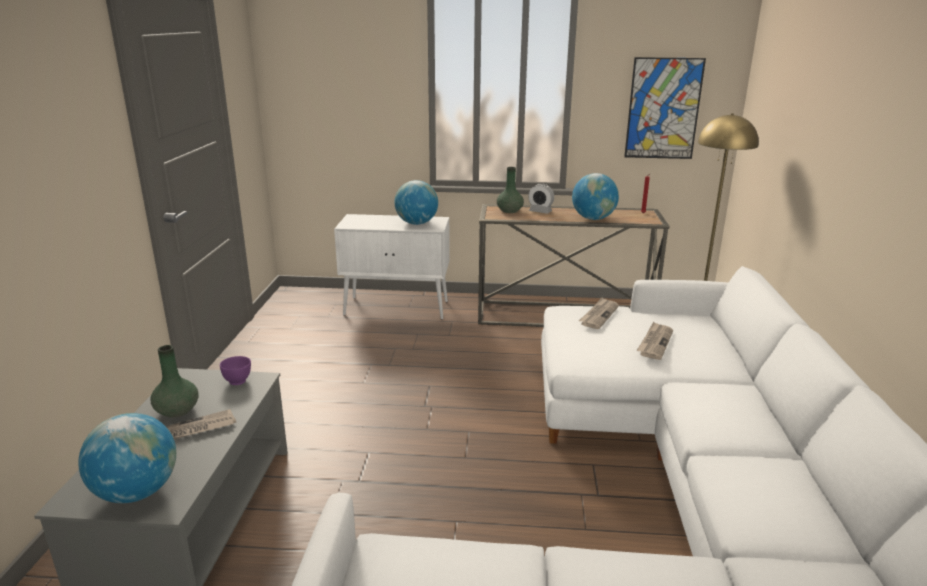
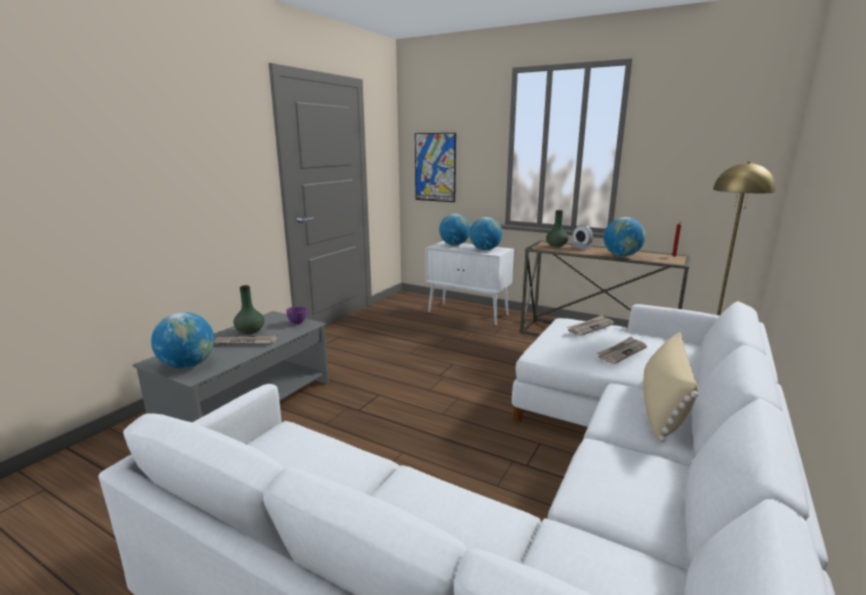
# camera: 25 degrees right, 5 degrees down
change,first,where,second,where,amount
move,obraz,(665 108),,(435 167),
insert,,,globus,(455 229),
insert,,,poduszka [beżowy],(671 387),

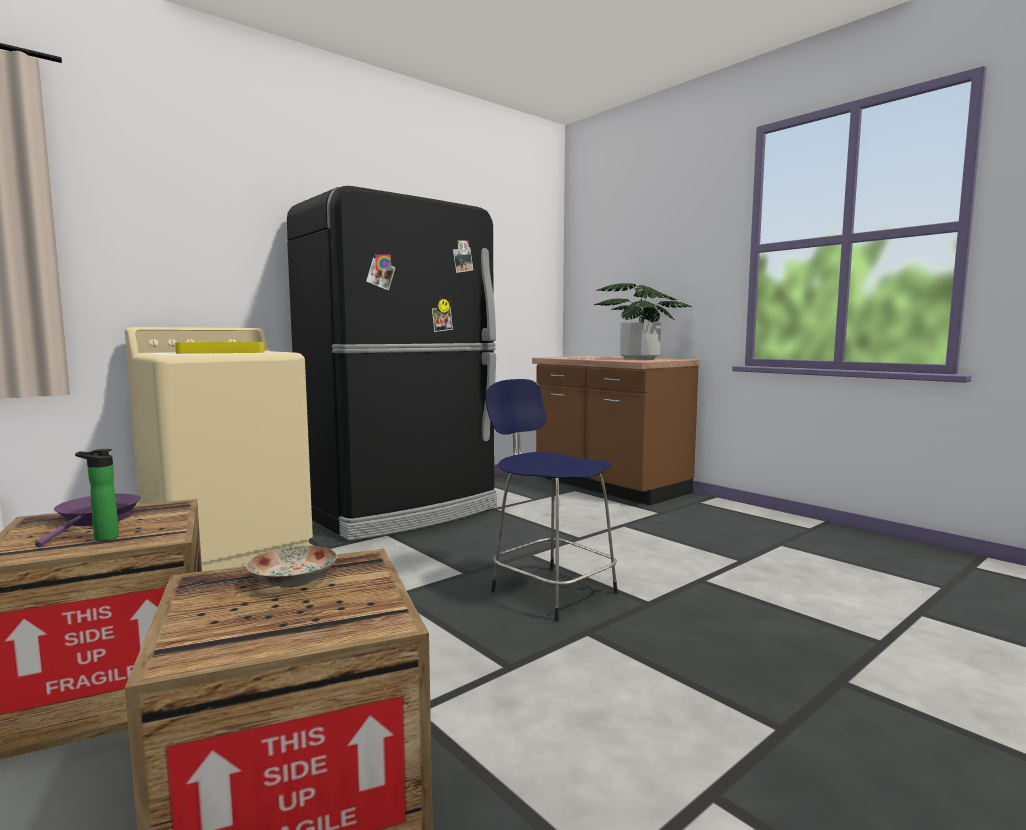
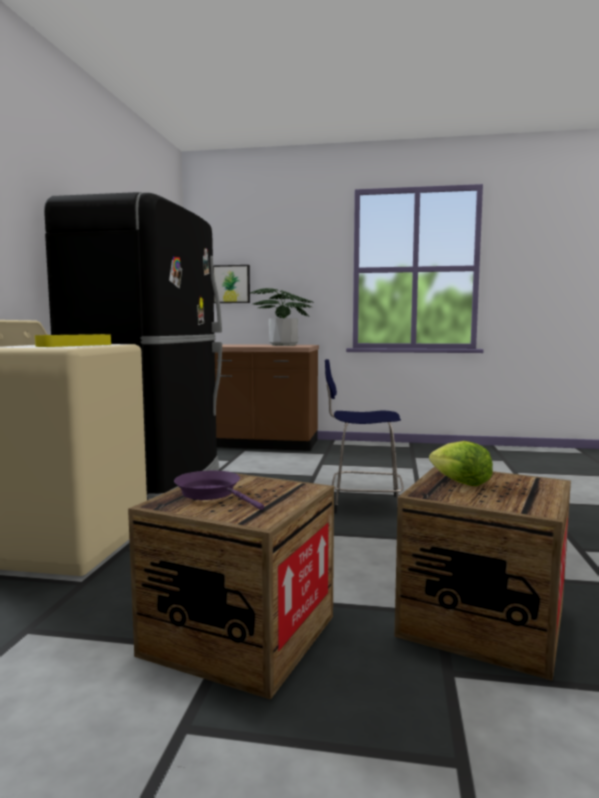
# camera: 40 degrees left, 0 degrees up
change,first,where,second,where,amount
delete,butelka,(97 495),,,
replace,talerz,(291 567),sałata,(461 463),
insert,,,obraz,(231 284),

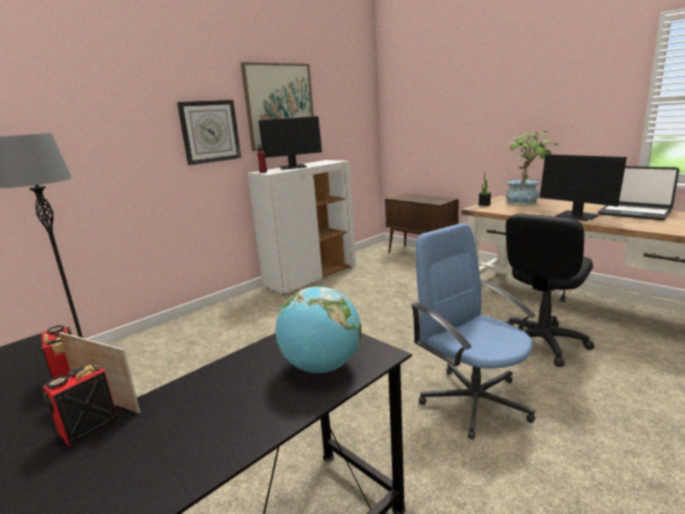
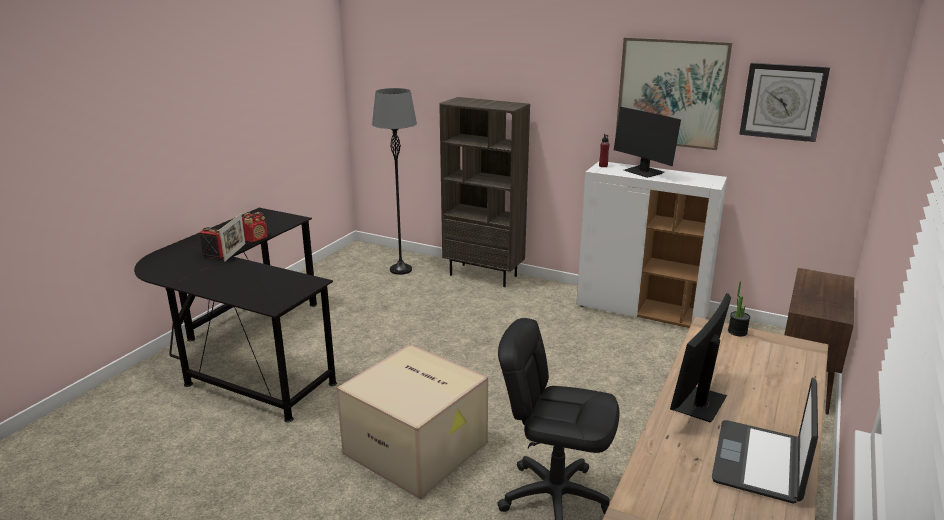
# camera: 70 degrees right, 5 degrees up
change,first,where,second,where,amount
move,zegar ścienny,(209 132),,(784 102),
delete,roślina doniczkowa,(532 168),,,
replace,krzesło biurowe [niebieski],(473 331),karton,(412 421),
delete,globus,(319 329),,,
insert,,,regał [brązowy],(484 192),

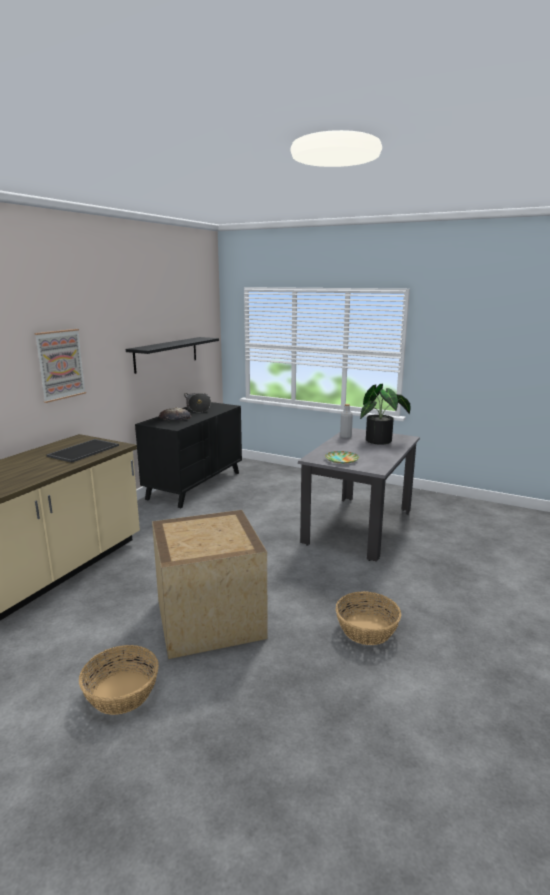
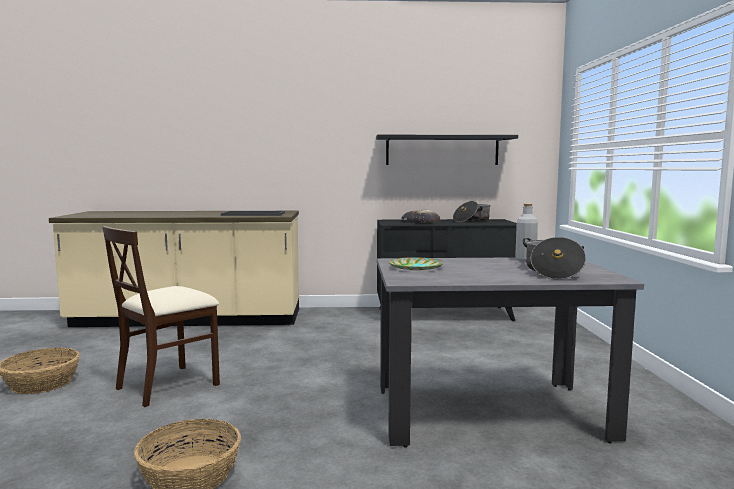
# camera: 60 degrees right, 10 degrees down
change,first,where,second,where,amount
delete,obraz,(60 366),,,
replace,roślina doniczkowa,(385 414),garnek,(554 258),
replace,skrzynka,(210 584),krzesło [beżowy],(161 316),

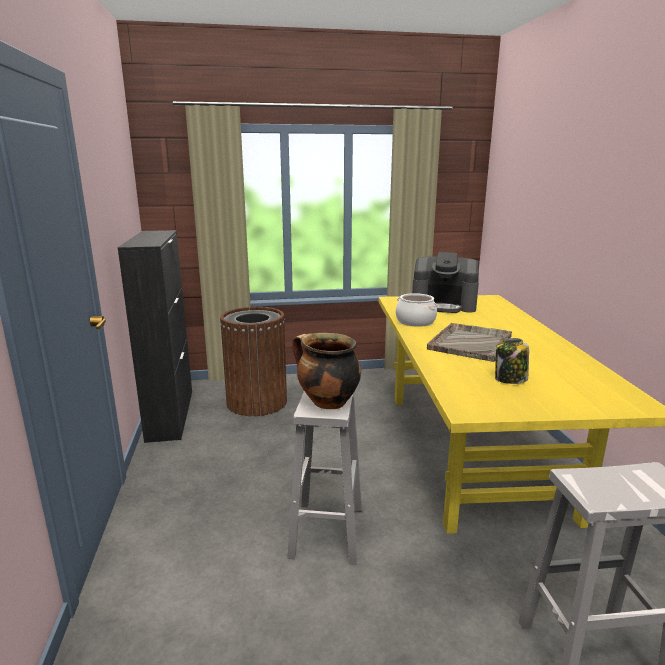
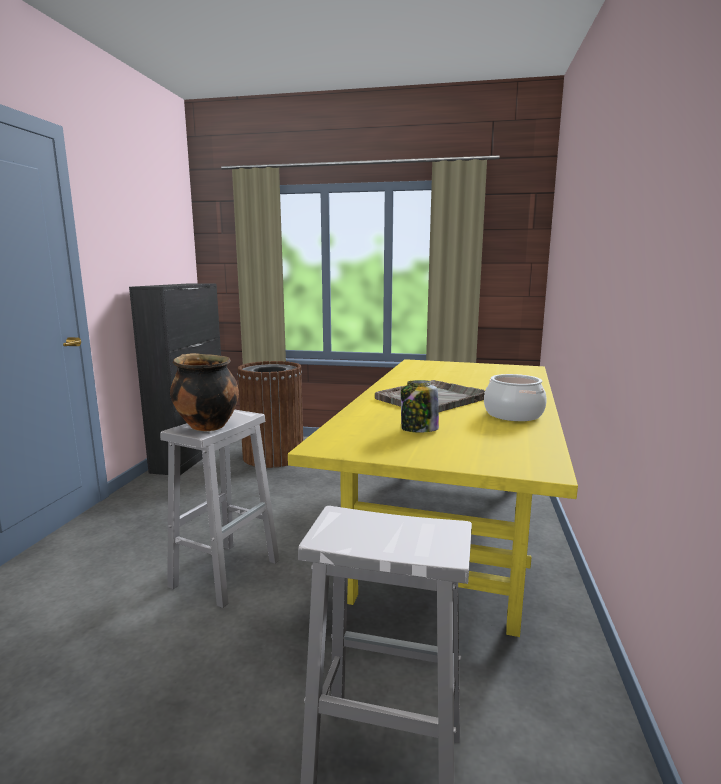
# camera: 20 degrees right, 5 degrees down
change,first,where,second,where,amount
delete,ekspres do kawy,(445 282),,,
move,garnek,(416 310),,(515 397),

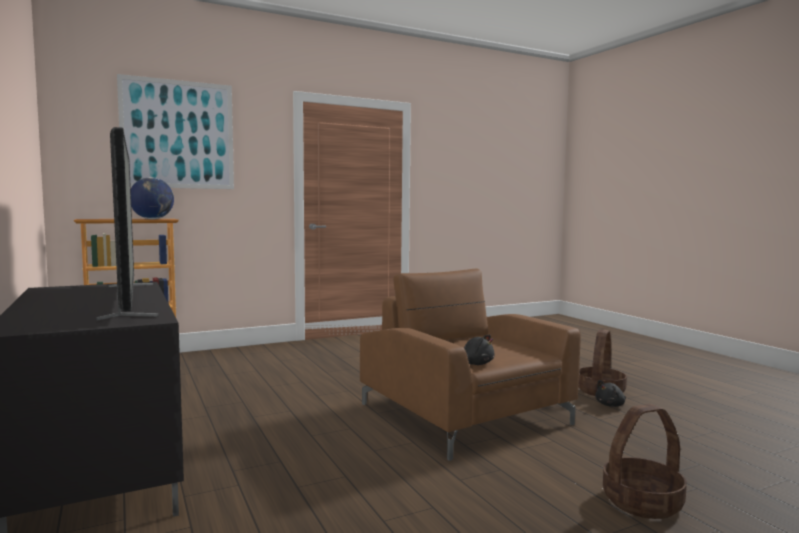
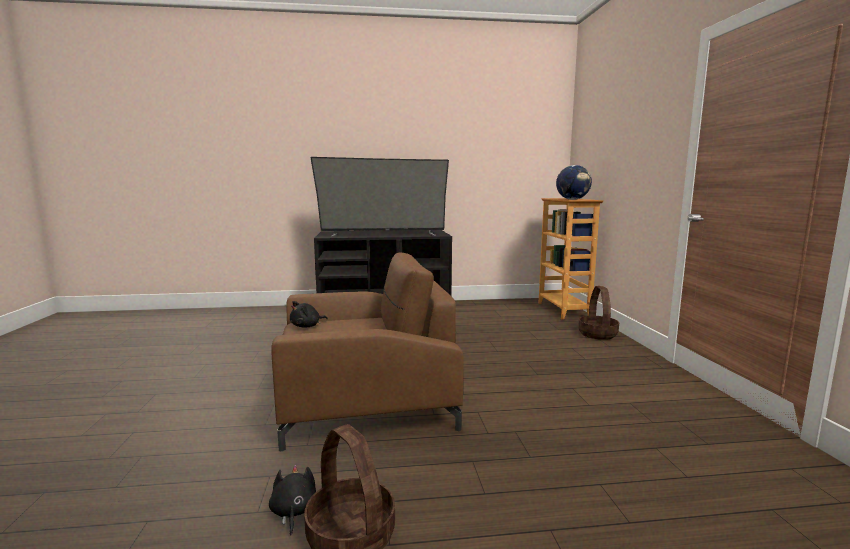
# camera: 110 degrees right, 5 degrees up
change,first,where,second,where,amount
delete,obraz,(175 131),,,
move,koszyk,(645 461),,(598 313),

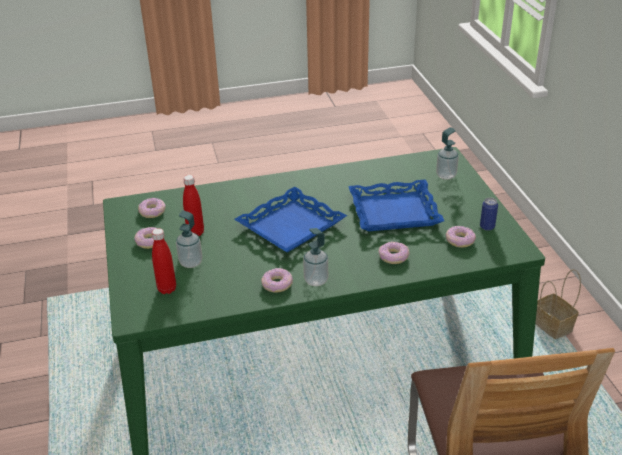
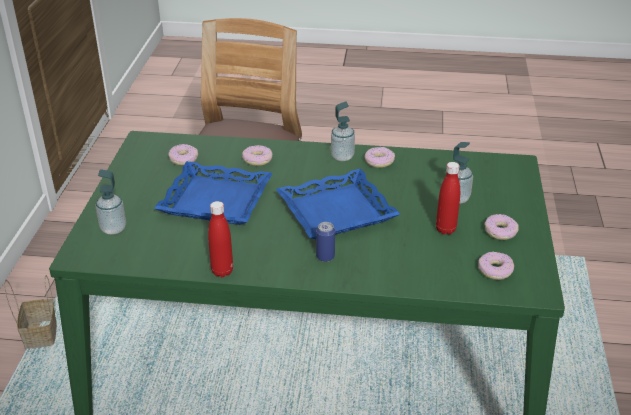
# camera: 160 degrees left, 0 degrees up
change,first,where,second,where,amount
move,puszka,(489 214),,(325 242),
move,butelka [czerwony],(164 261),,(220 239),

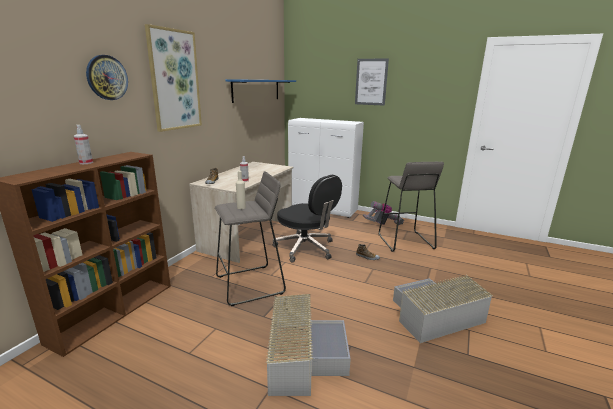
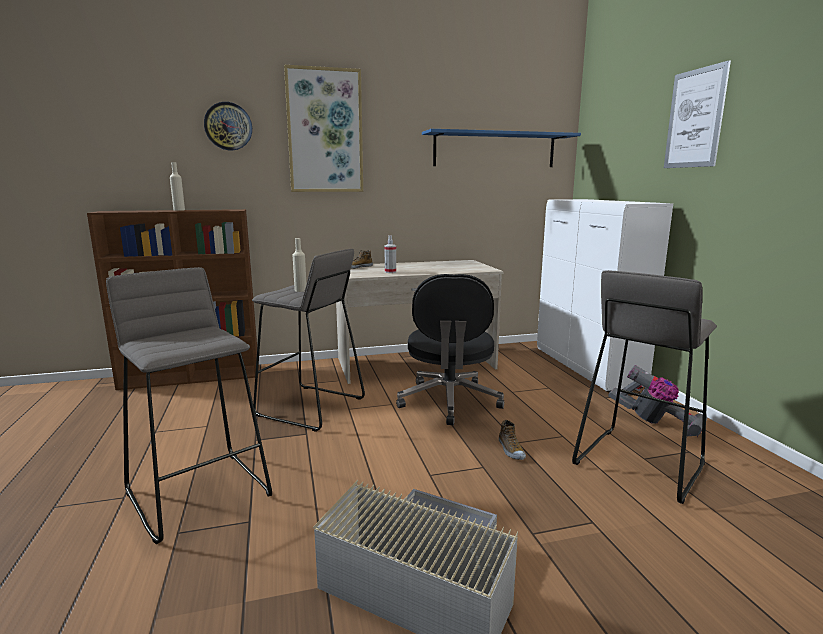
# camera: 50 degrees right, 5 degrees down
change,first,where,second,where,amount
replace,spryskiwacz,(83 144),butelka [beżowy],(177 186),
replace,pojemnik do przechowywania [szary],(308 345),stołek [szary],(189 405),

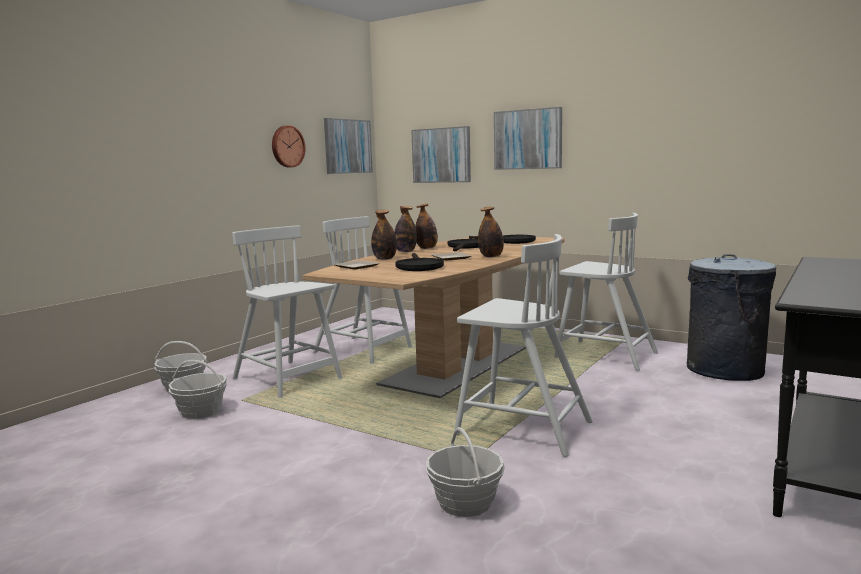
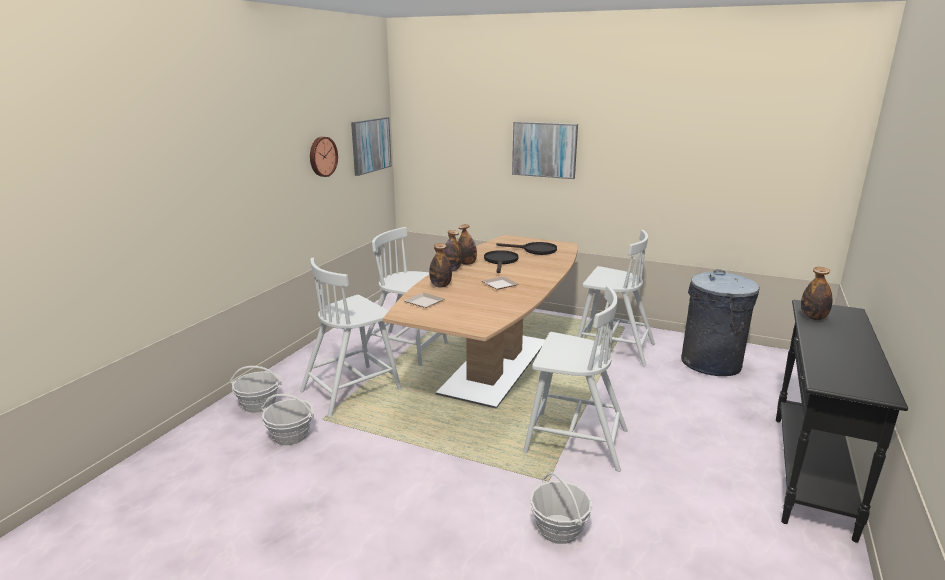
# camera: 10 degrees left, 10 degrees up
change,first,where,second,where,amount
delete,obraz,(441 154),,,
move,butelka,(491 232),,(816 293),
rotate,krzesło [biały],(287 311),,(351 337),75 degrees counterclockwise
delete,patelnia [czarny],(419 262),,,

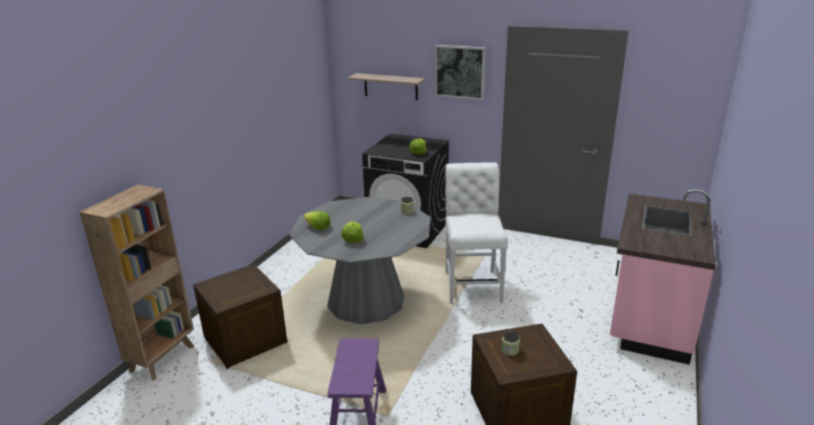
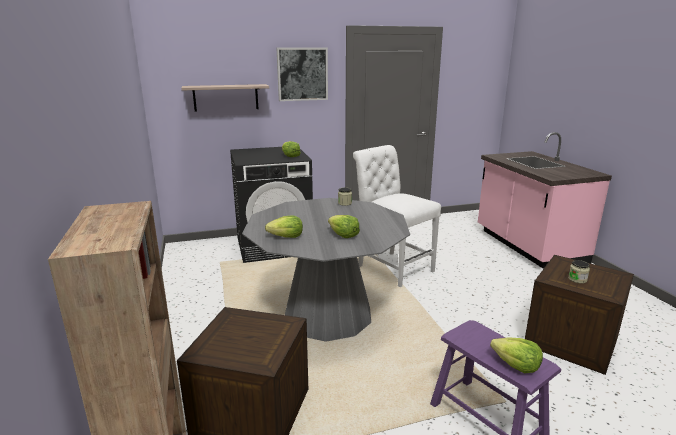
# camera: 40 degrees left, 5 degrees down
change,first,where,second,where,amount
insert,,,sałata,(516 355),

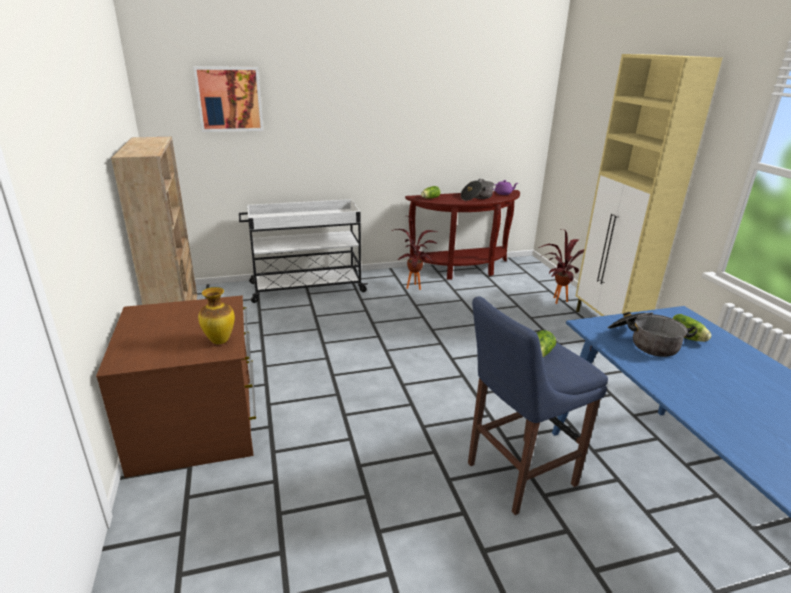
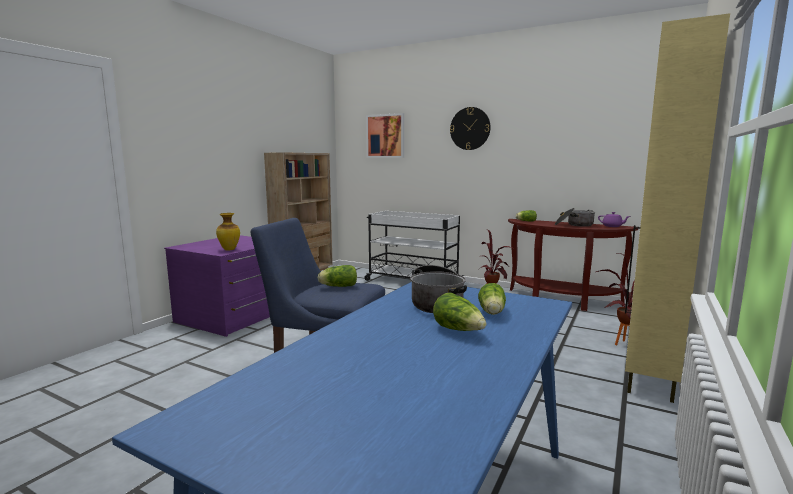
# camera: 45 degrees right, 15 degrees down
change,first,where,second,where,amount
recolor,komoda [brązowy],(176 387),komoda [fioletowy],(217 286),
insert,,,zegar ścienny,(470 128),
insert,,,sałata,(459 311),

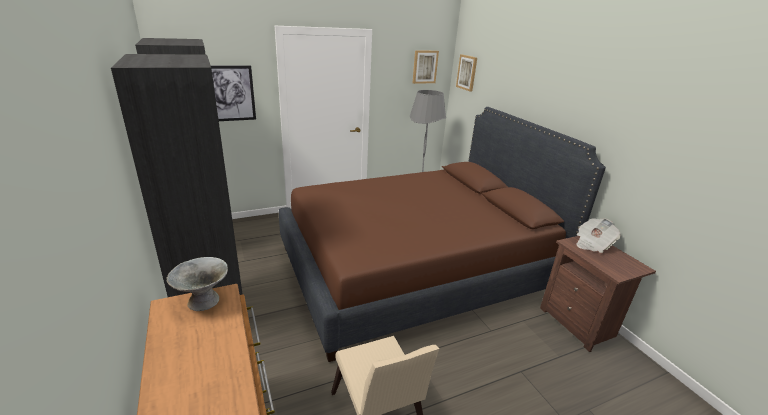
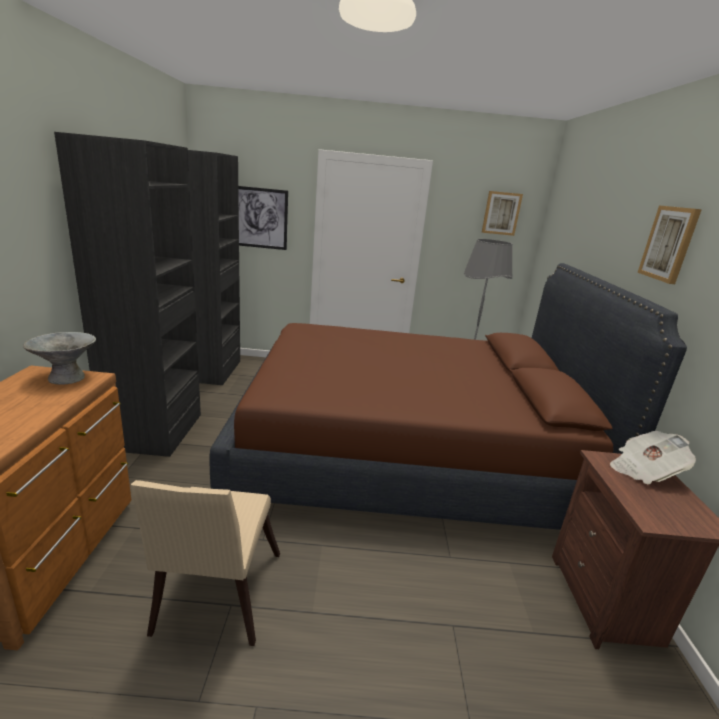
# camera: 25 degrees right, 5 degrees down
change,first,where,second,where,amount
move,obraz,(466 73),,(669 244),

